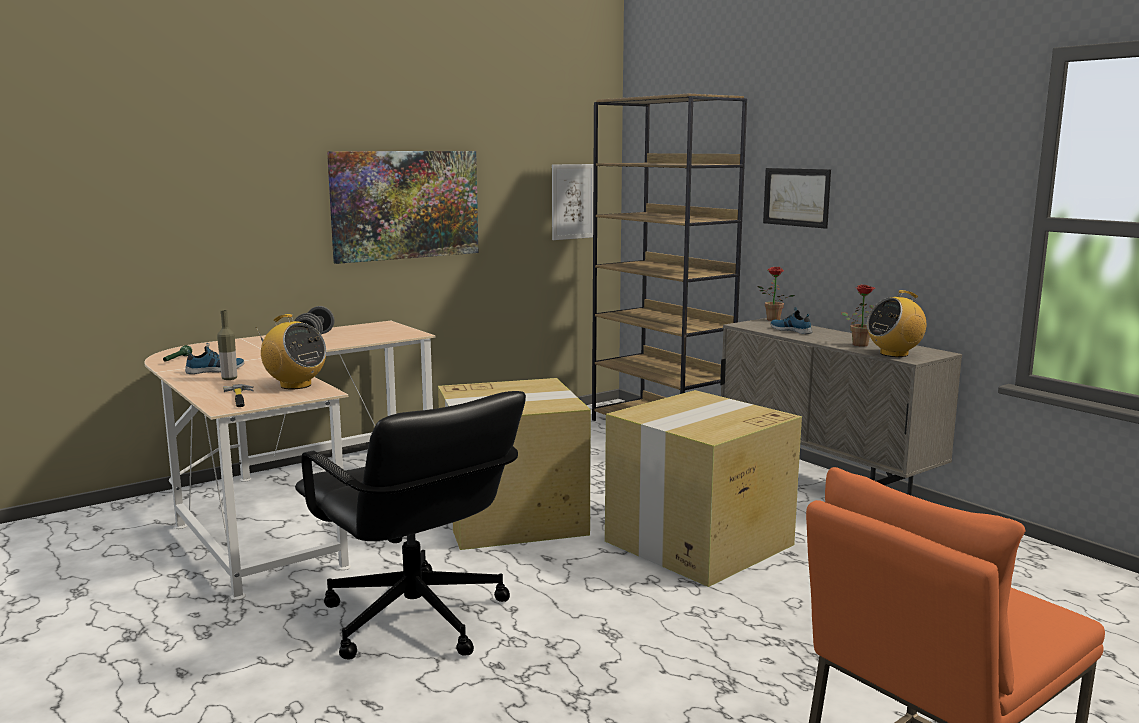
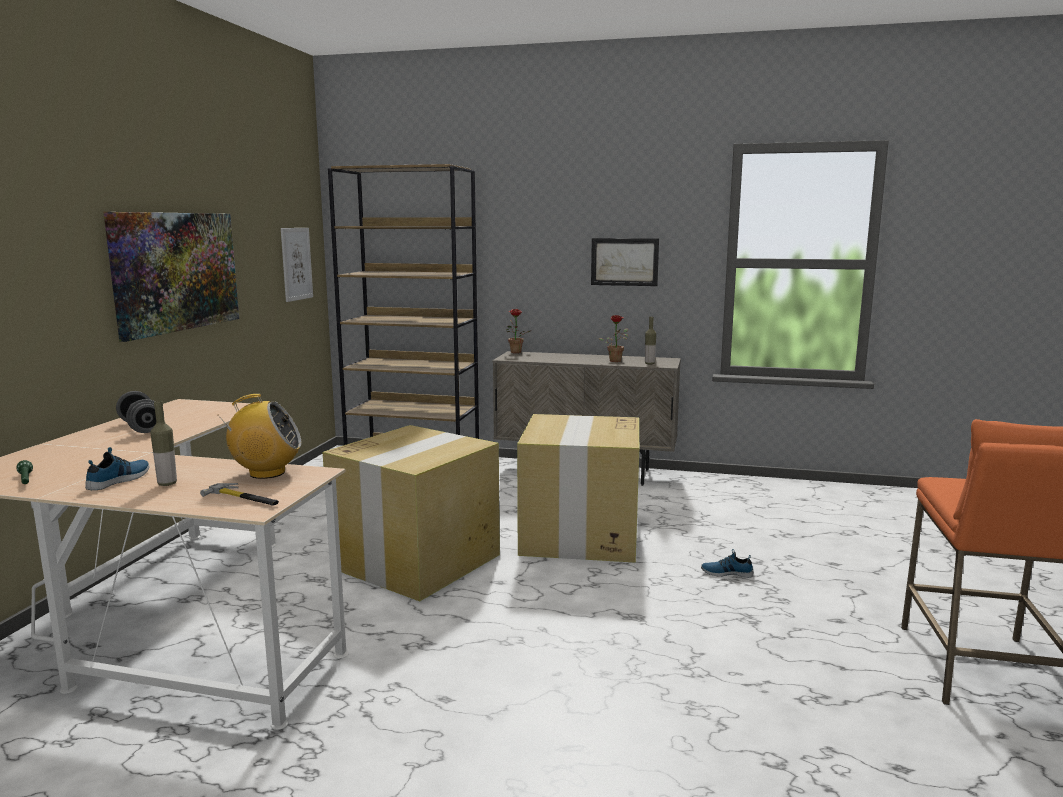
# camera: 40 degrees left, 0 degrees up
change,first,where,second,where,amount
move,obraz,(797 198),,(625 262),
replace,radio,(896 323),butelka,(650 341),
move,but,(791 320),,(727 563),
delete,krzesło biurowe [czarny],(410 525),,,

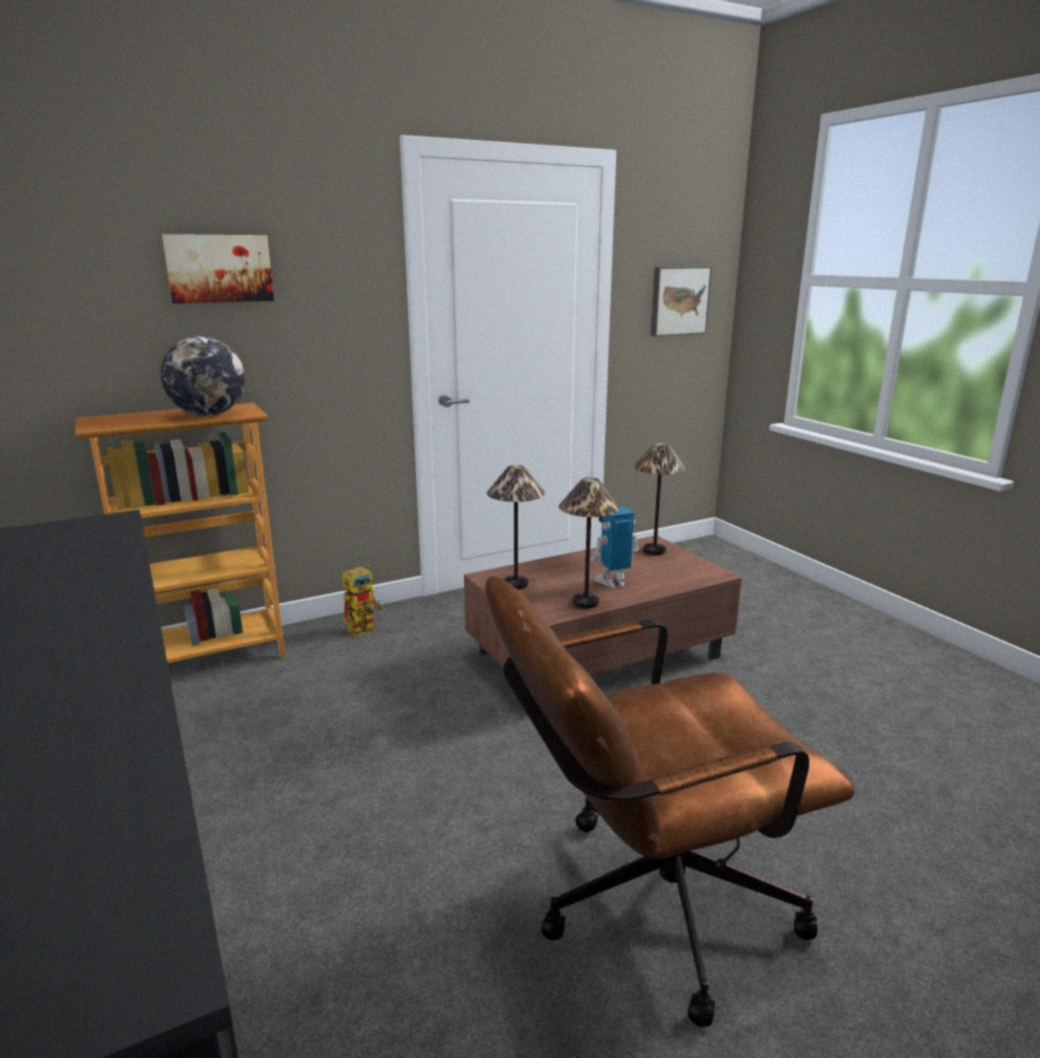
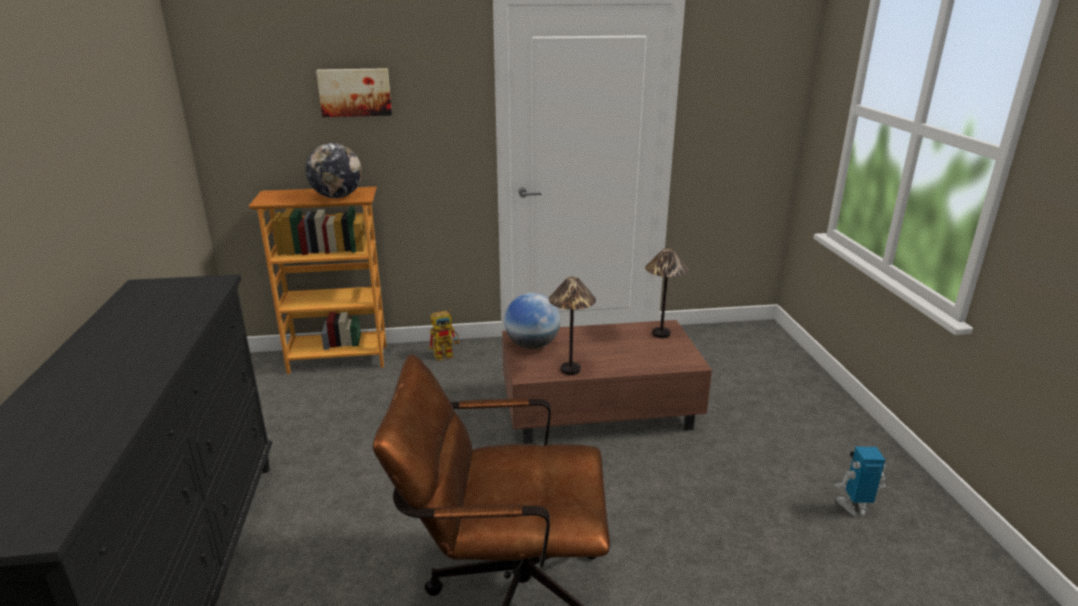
# camera: 20 degrees right, 5 degrees up
change,first,where,second,where,amount
delete,obraz,(681 301),,,
replace,lampa stołowa,(516 527),globus,(532 321),
move,robot zabawkowy,(614 547),,(861 481),

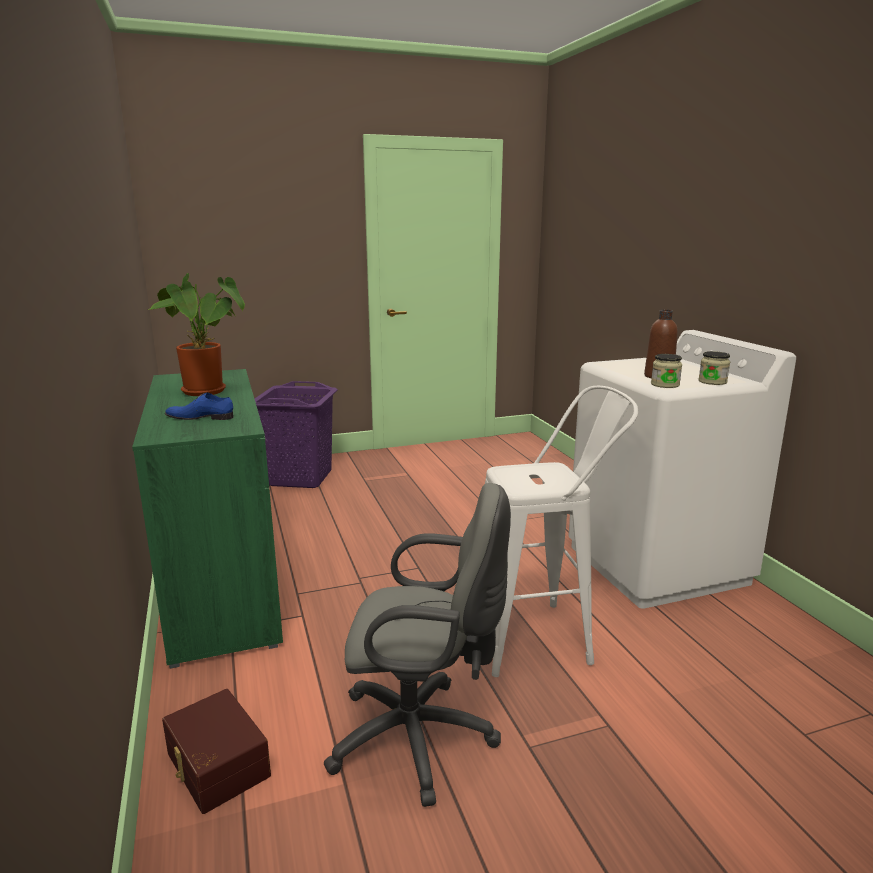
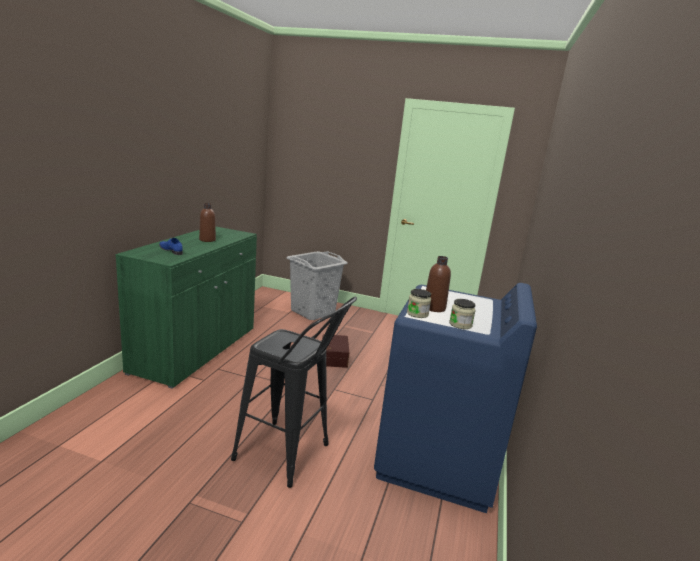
# camera: 35 degrees right, 0 degrees up
change,first,where,second,where,amount
replace,roślina doniczkowa,(196 334),butelka [brązowy],(207 222),
recolor,pralka [biały],(682 469),pralka [niebieski],(455 398),
recolor,kosz na pranie [fioletowy],(296 434),kosz na pranie [szary],(316 285),
recolor,stołek [biały],(561 531),stołek [czarny],(294 392),
delete,krzesło biurowe [szary],(417 645),,,
move,pojemnik do przechowywania [brązowy],(216 751),,(335 351),

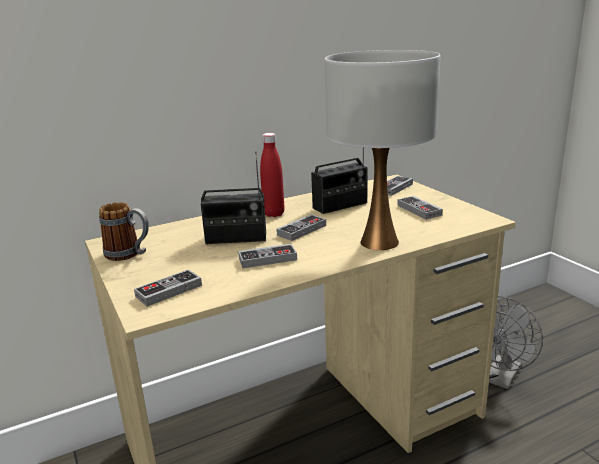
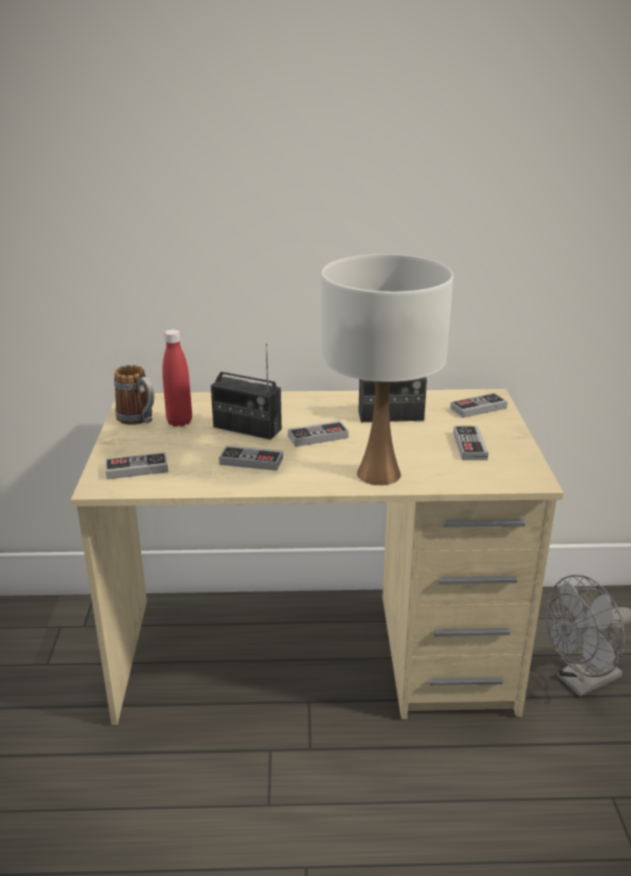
# camera: 25 degrees right, 5 degrees up
change,first,where,second,where,amount
move,butelka [czerwony],(272 175),,(177 378),

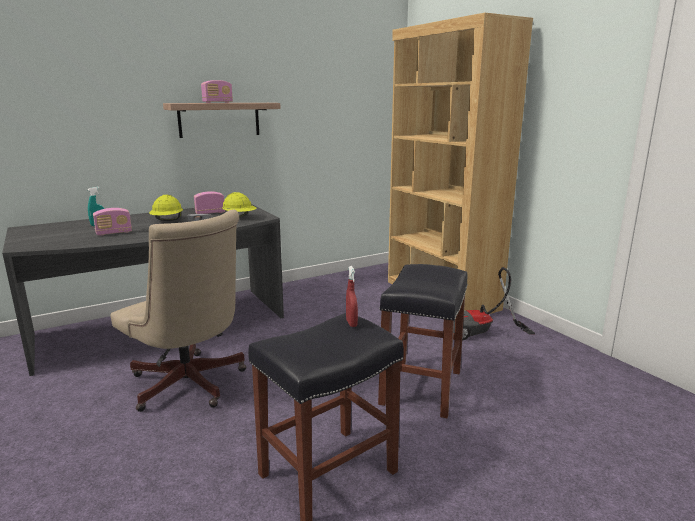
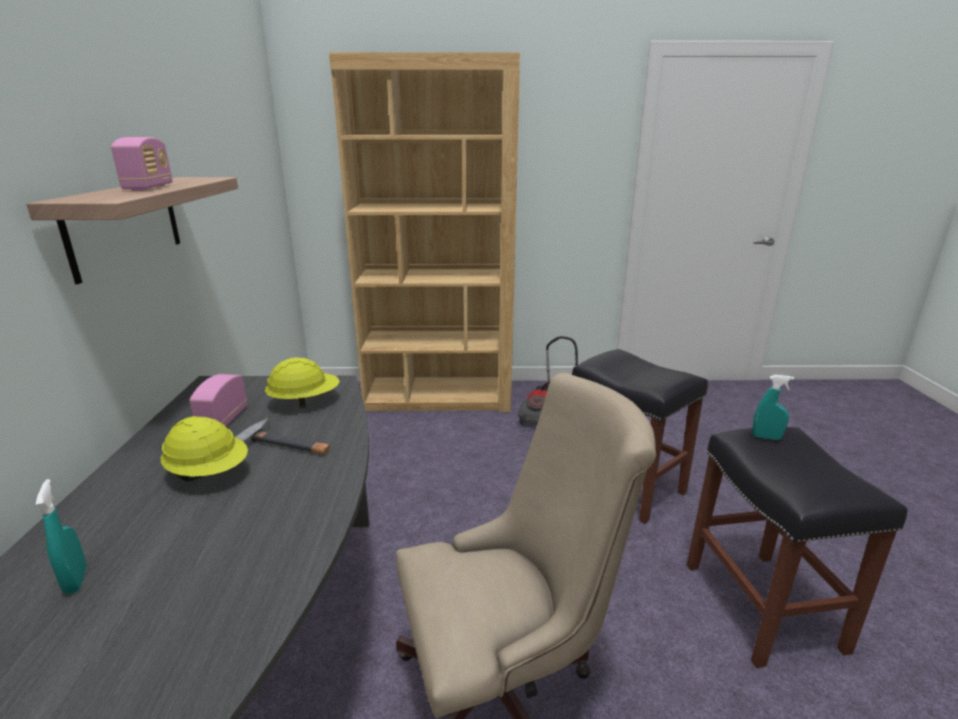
# camera: 60 degrees left, 5 degrees up
change,first,where,second,where,amount
delete,radio,(112 222),,,
recolor,spryskiwacz [czerwony],(352 296),spryskiwacz [turkusowy],(773 407),

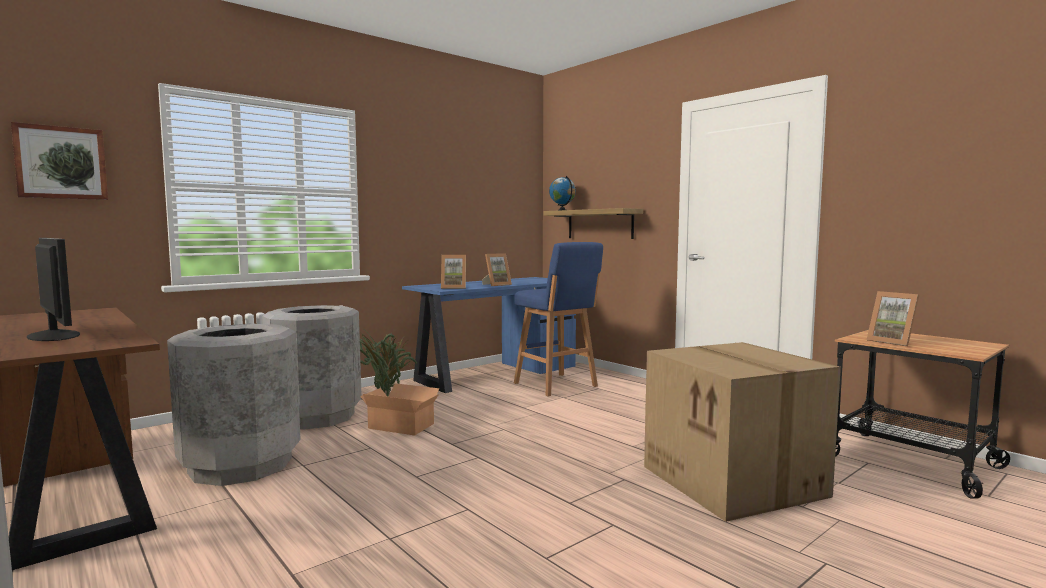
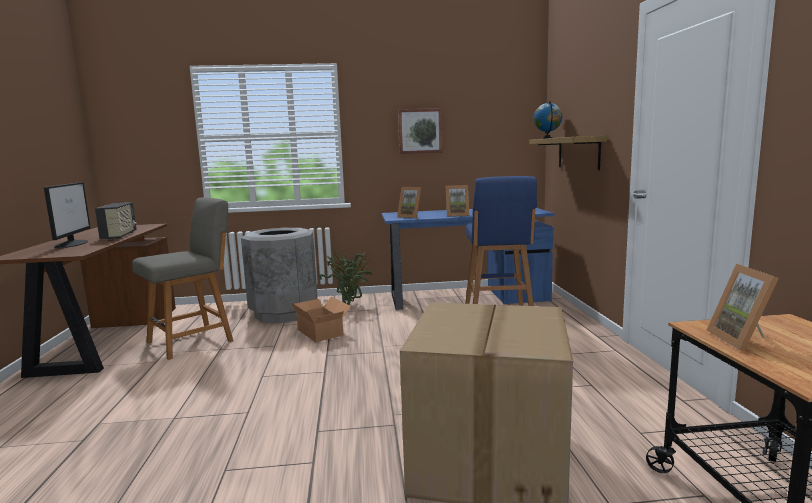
# camera: 35 degrees right, 5 degrees up
change,first,where,second,where,amount
move,obraz,(59 161),,(420 131),
replace,kosz na śmieci [szary],(234 405),krzesło [szary],(182 278),
insert,,,radio,(116 221),

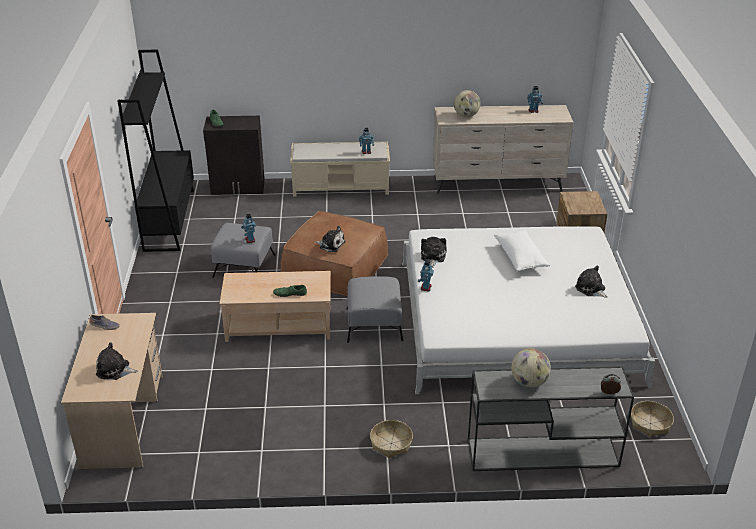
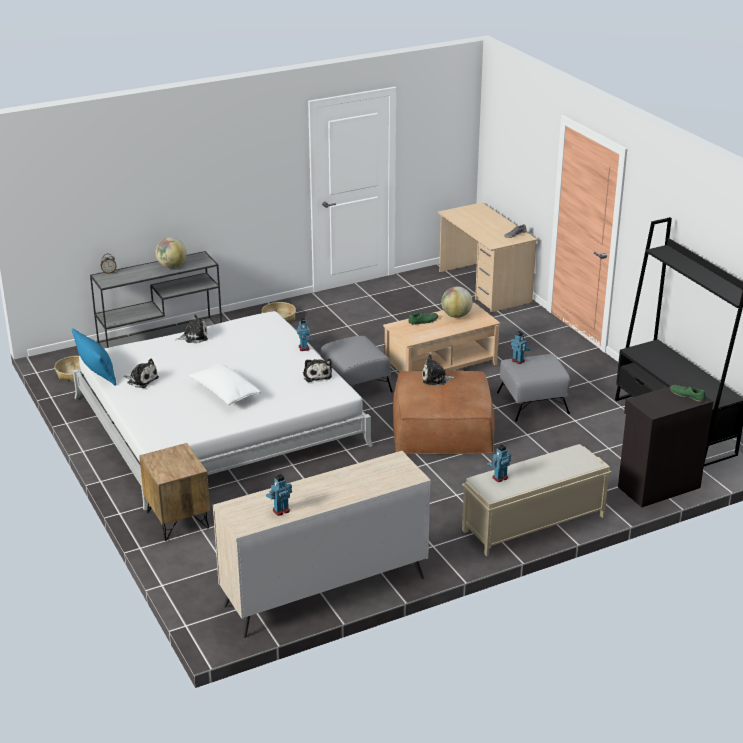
# camera: 155 degrees right, 5 degrees down
change,first,where,second,where,amount
move,globus,(467 103),,(457 302),
move,pluszak,(117 361),,(191 329),
insert,,,poduszka [niebieski],(94 357),

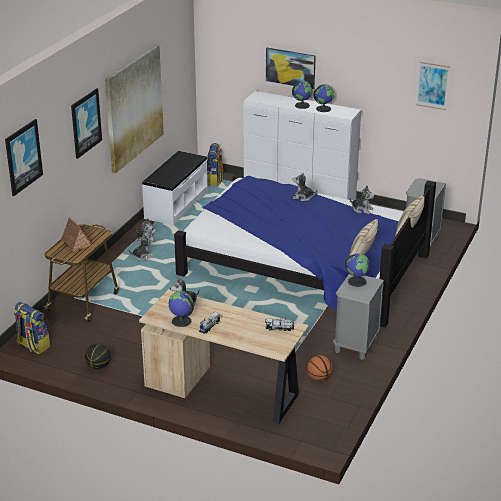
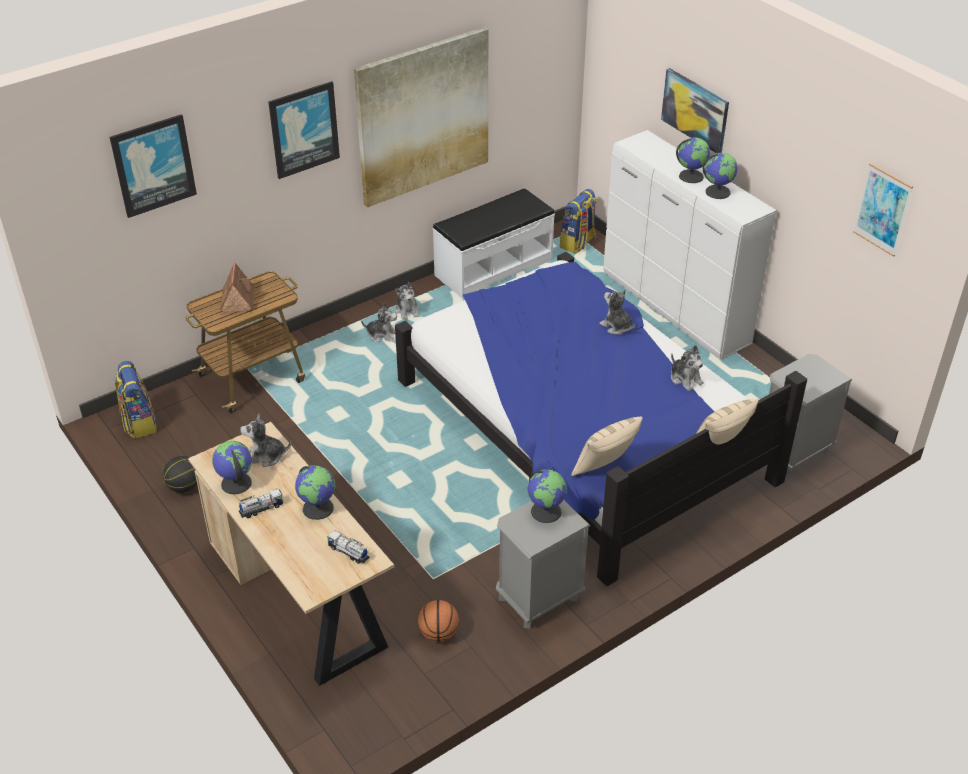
# camera: 30 degrees right, 10 degrees up
change,first,where,second,where,amount
insert,,,globus,(315 492),

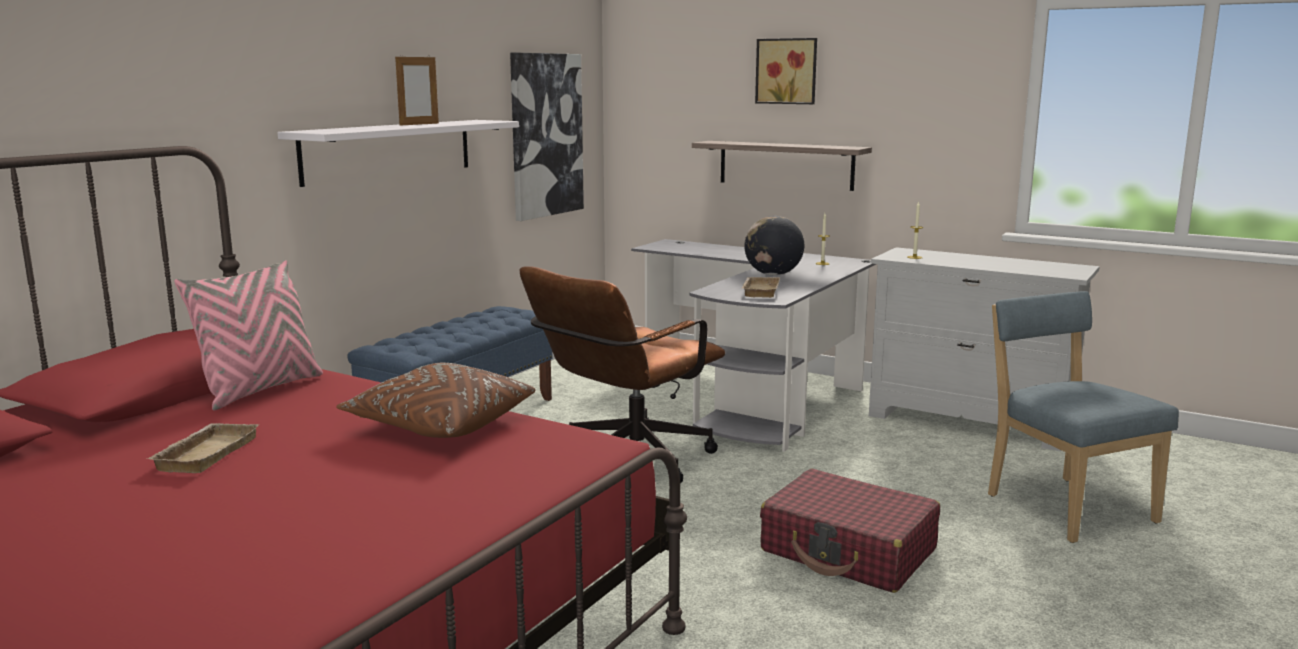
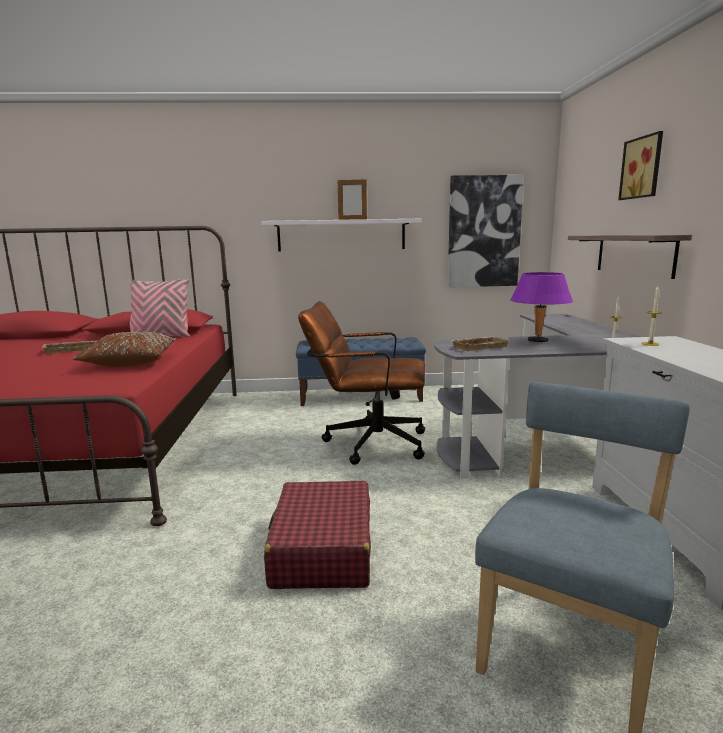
# camera: 55 degrees right, 0 degrees up
change,first,where,second,where,amount
replace,globus,(774 245),lampa stołowa [fioletowy],(541 307),

